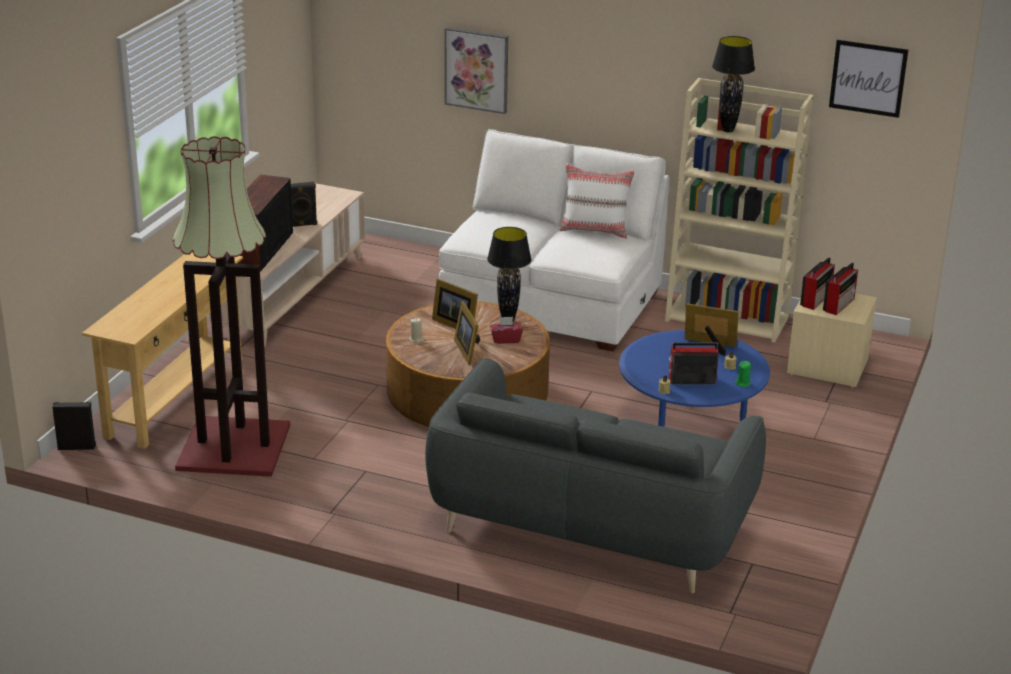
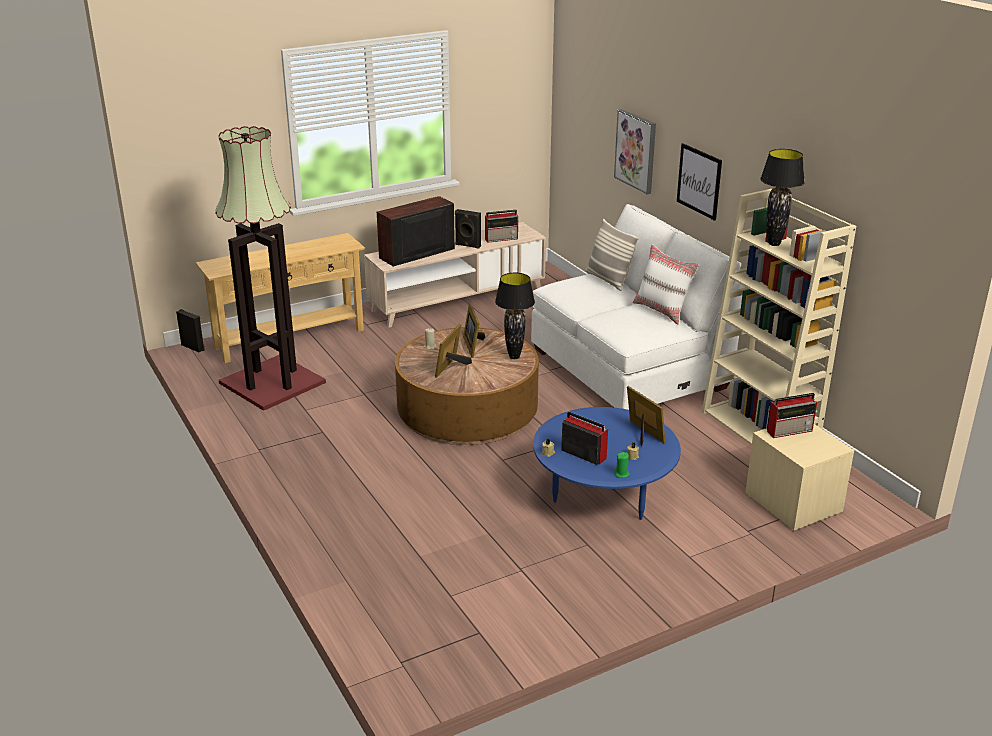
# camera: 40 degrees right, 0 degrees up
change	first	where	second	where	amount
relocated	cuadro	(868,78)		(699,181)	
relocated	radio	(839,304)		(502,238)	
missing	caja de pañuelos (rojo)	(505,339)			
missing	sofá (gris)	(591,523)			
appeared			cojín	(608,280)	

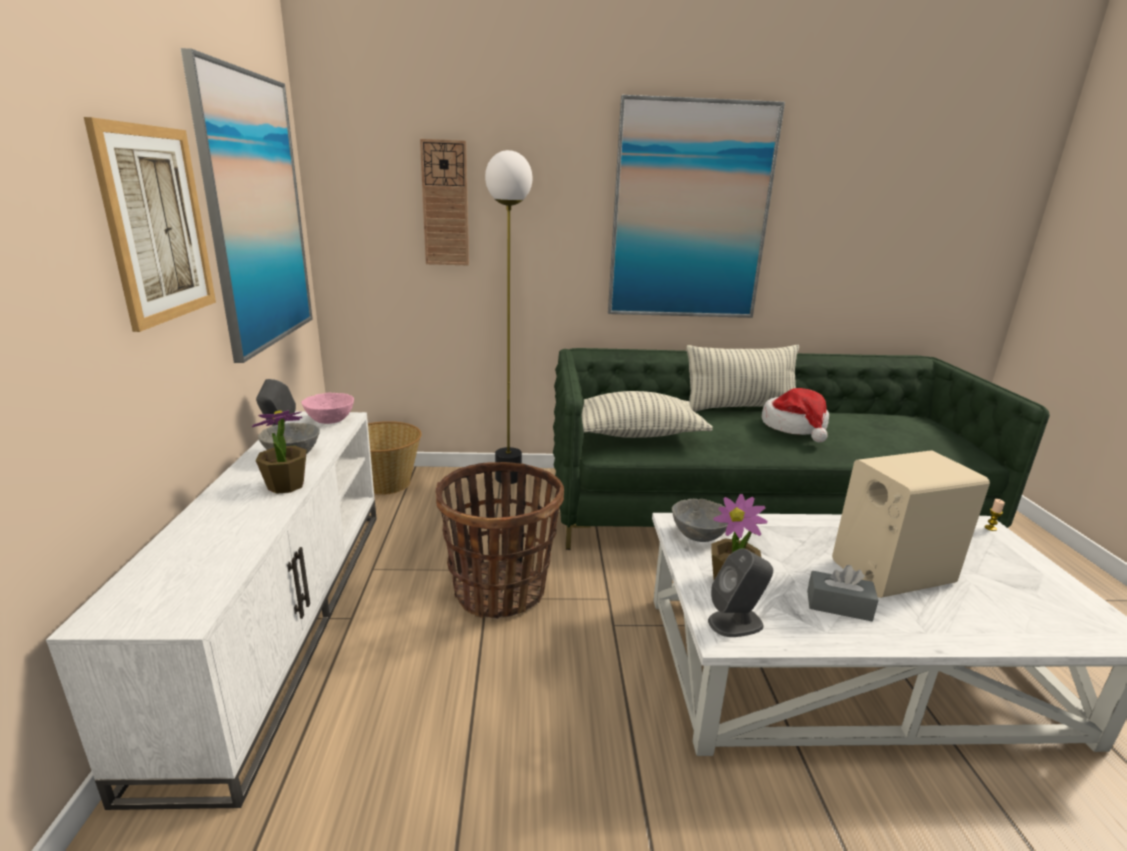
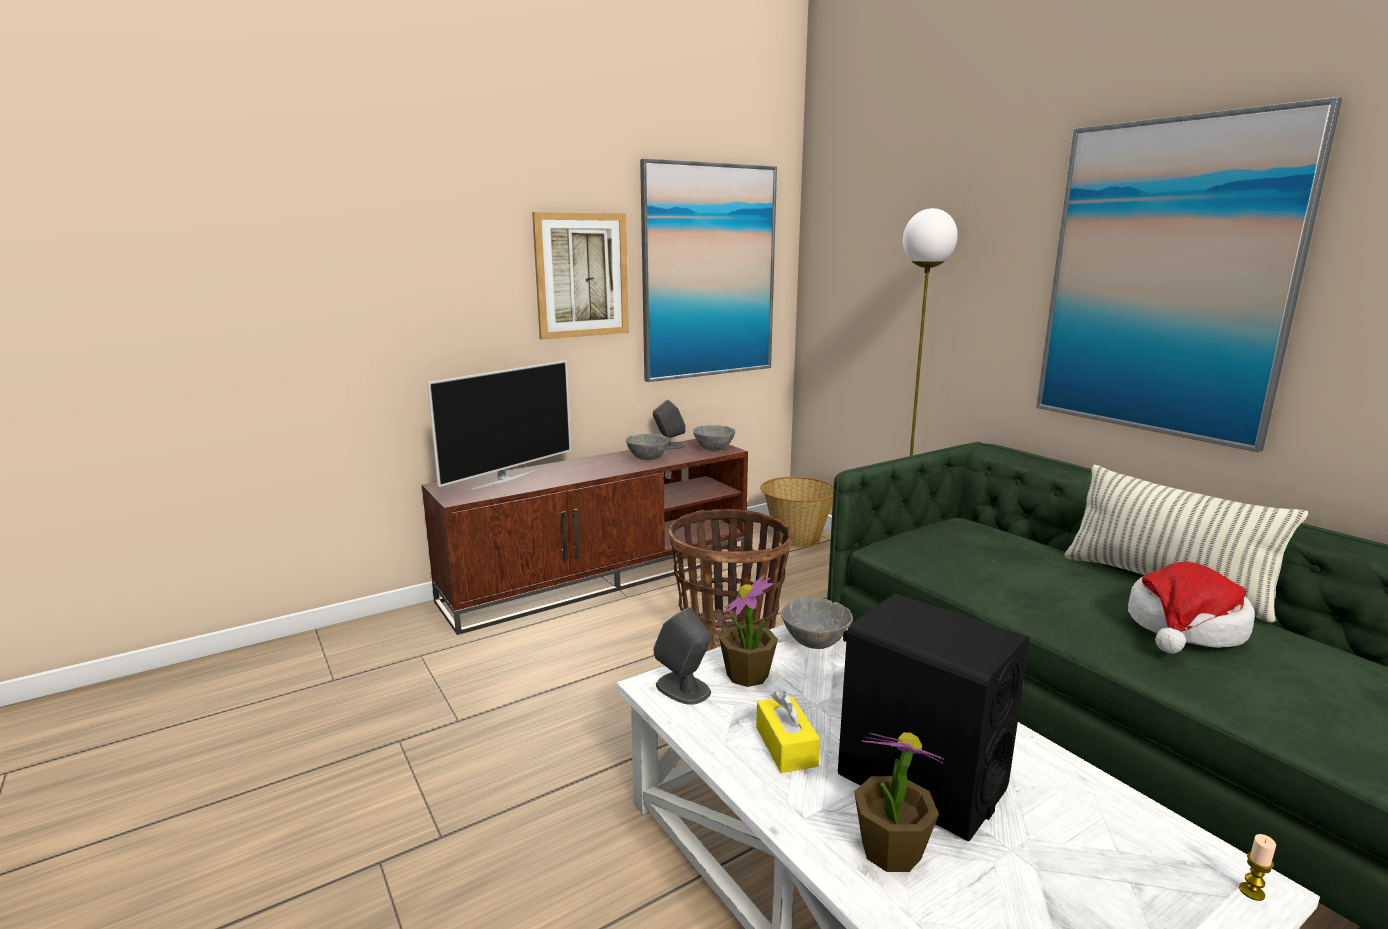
# camera: 60 degrees right, 5 degrees down
change	first	where	second	where	amount
missing	reloj de pared	(445,204)			
missing	cojín	(635,434)			
colour	cuenco (rosa)	(330,420)	cuenco (gris)	(714,448)	
relocated	planta en maceta	(285,485)		(890,850)	
colour	mueble de televisión (blanco)	(280,619)	mueble de televisión (marrón)	(601,576)	
colour	altavoz (beis)	(891,572)	altavoz (negro)	(920,782)	
colour	caja de pañuelos (gris)	(838,605)	caja de pañuelos (amarillo)	(786,746)	
appeared			televisor	(506,479)	

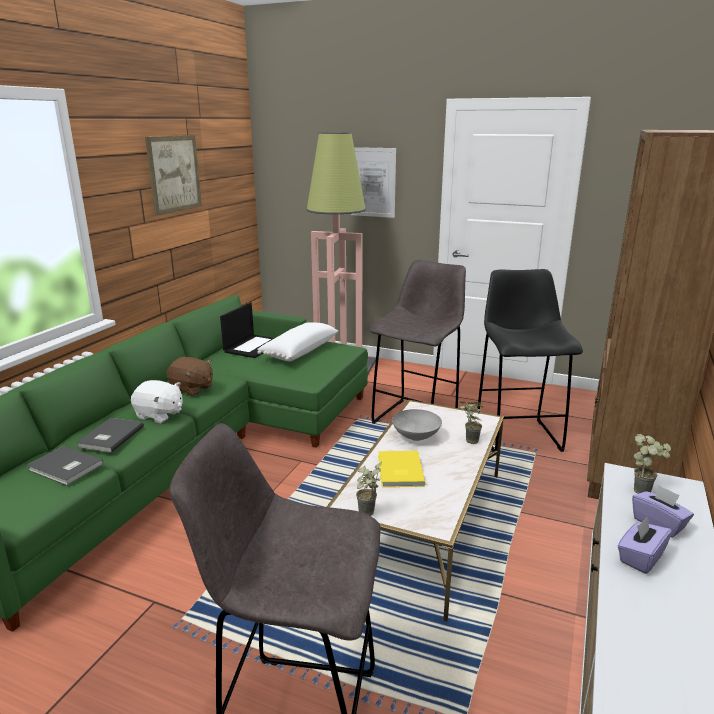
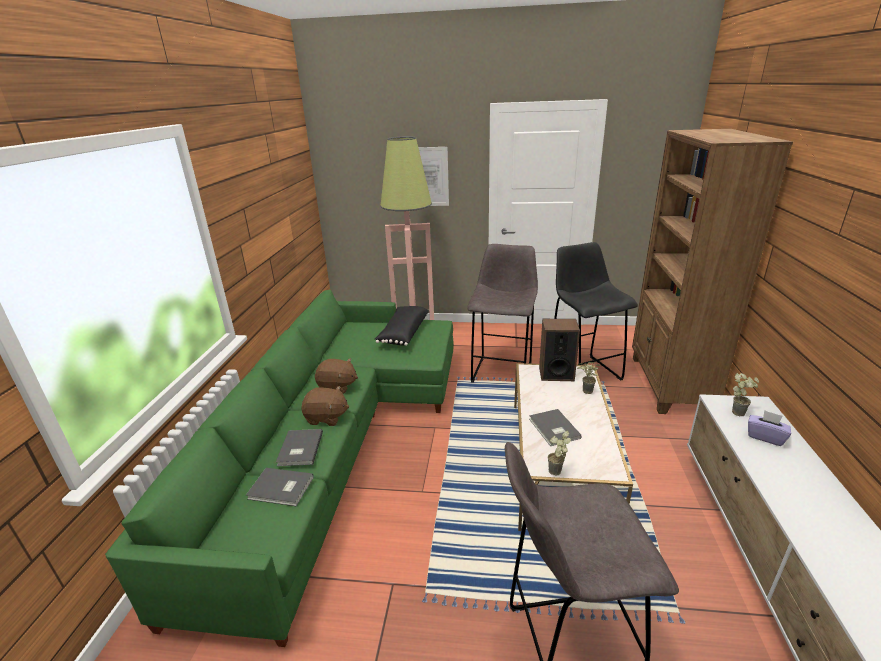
# camera: 15 degrees left, 5 degrees up
change	first	where	second	where	amount
missing	cuadro	(174,174)			
missing	portátil	(253,346)			
colour	cojín (blanco)	(299,351)	cojín (negro)	(403,333)	
colour	peluche (blanco)	(159,415)	peluche (marrón)	(326,418)	
missing	cuenco (gris)	(415,436)			
colour	libro (amarillo)	(399,471)	libro (gris)	(553,429)	
missing	caja de pañuelos (morado)	(640,557)			
appeared			altavoz	(556,374)	

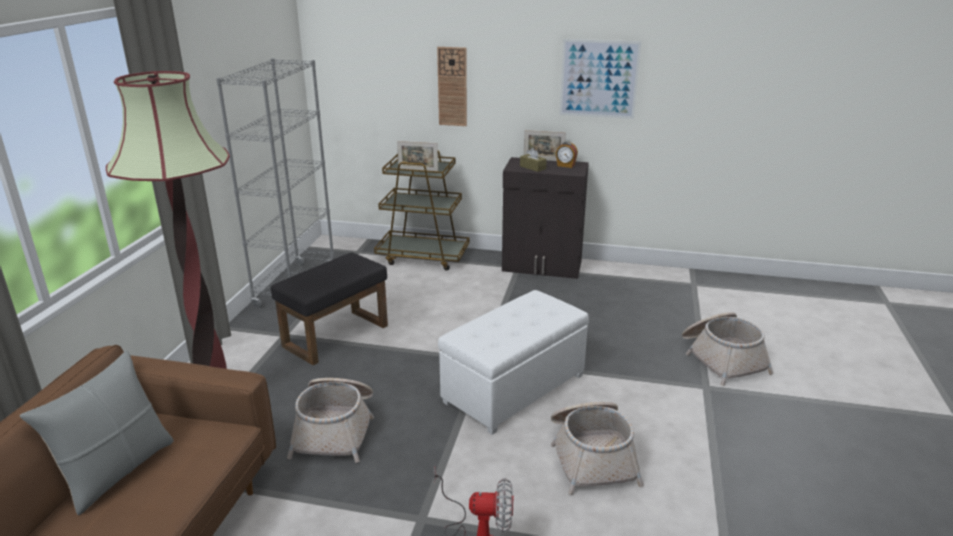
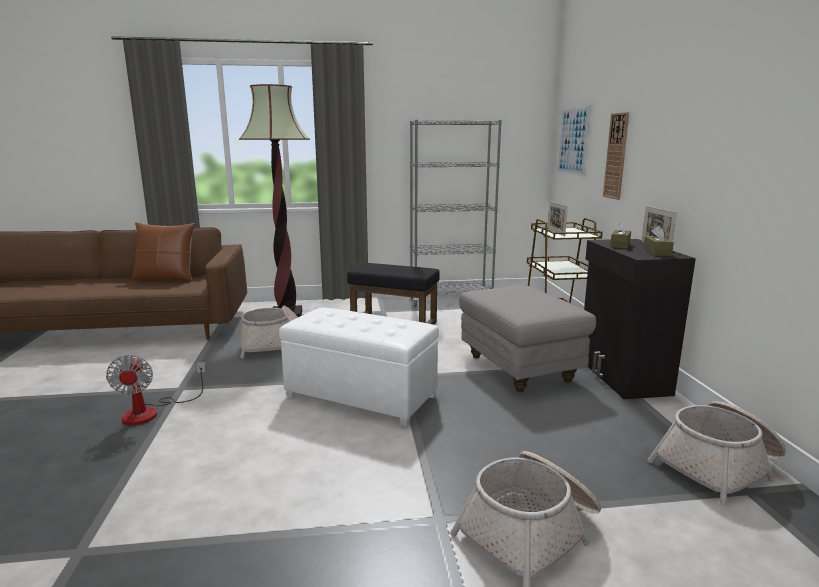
# camera: 70 degrees right, 10 degrees down
change	first	where	second	where	amount
relocated	cuadro	(599,79)		(573,141)	
exchanged	despertador	(565,165)	caja de pañuelos (marrón)	(657,252)	
colour	cojín (gris)	(117,471)	cojín (marrón)	(166,279)	
relocated	cesta	(591,456)		(718,467)	
appeared			puf (gris)	(520,369)	

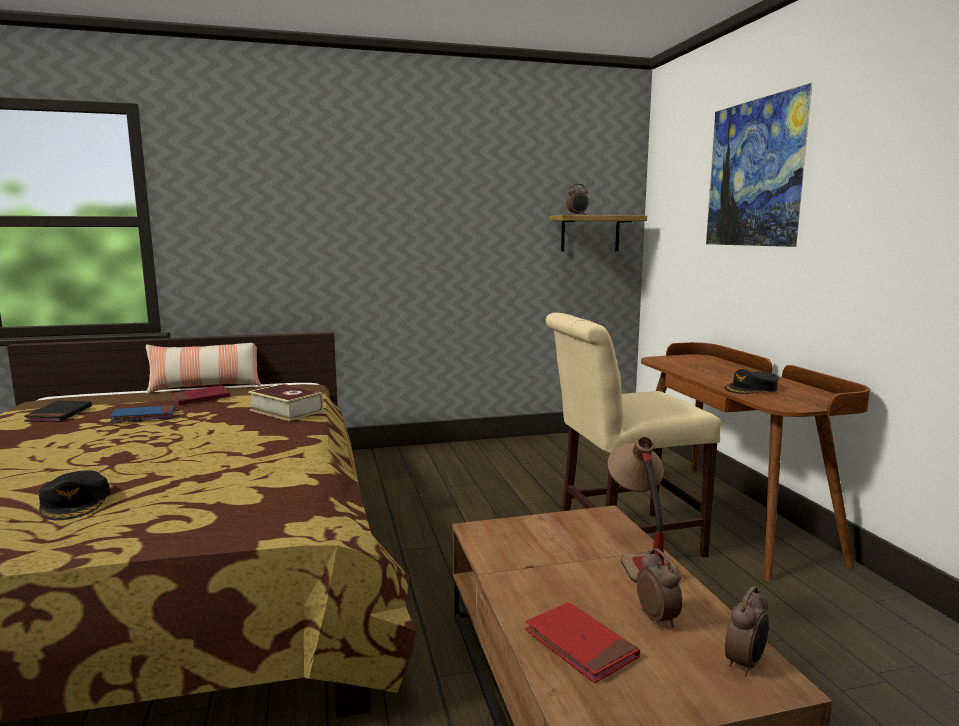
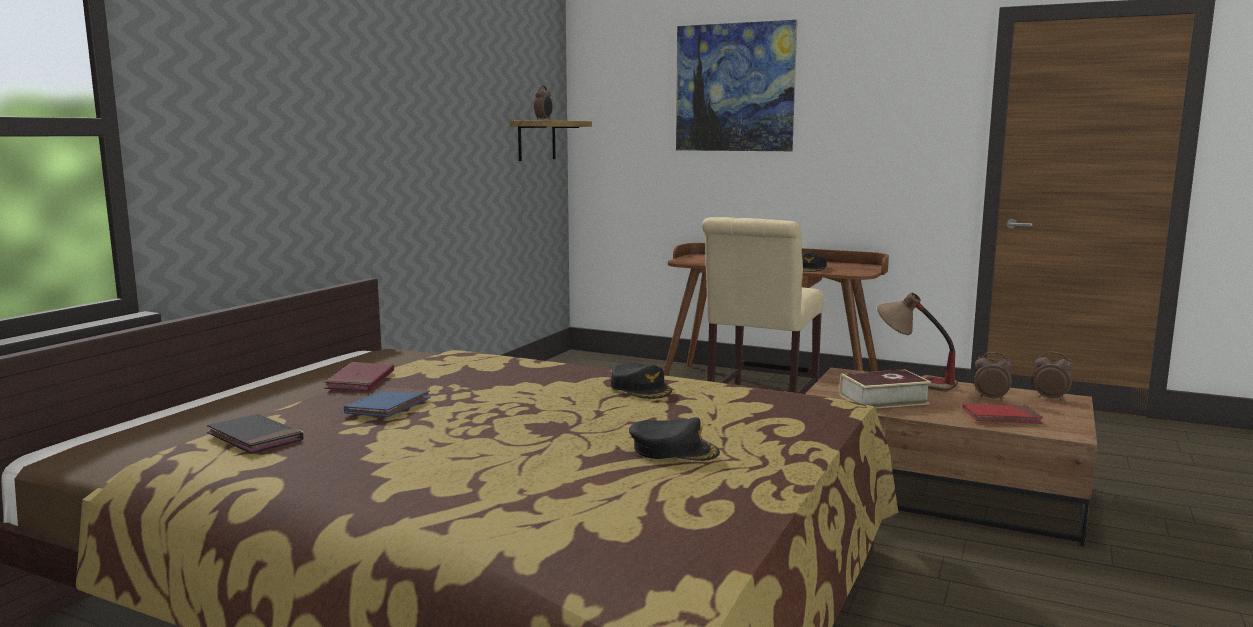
# camera: 50 degrees left, 0 degrees up
change	first	where	second	where	amount
missing	cojín	(205,387)			
relocated	libro	(286,410)		(883,399)	
spun	despertador	(745,664)		(1050,398)	45 degrees counterclockwise
appeared			gorra (negro)	(641,388)	

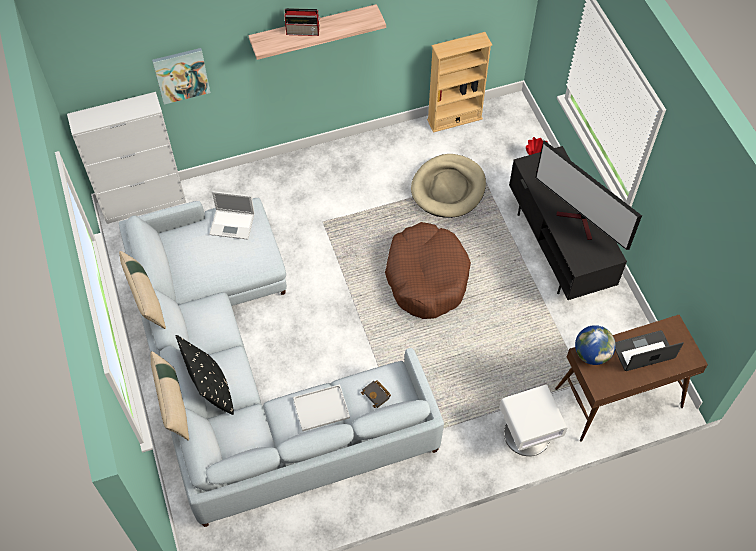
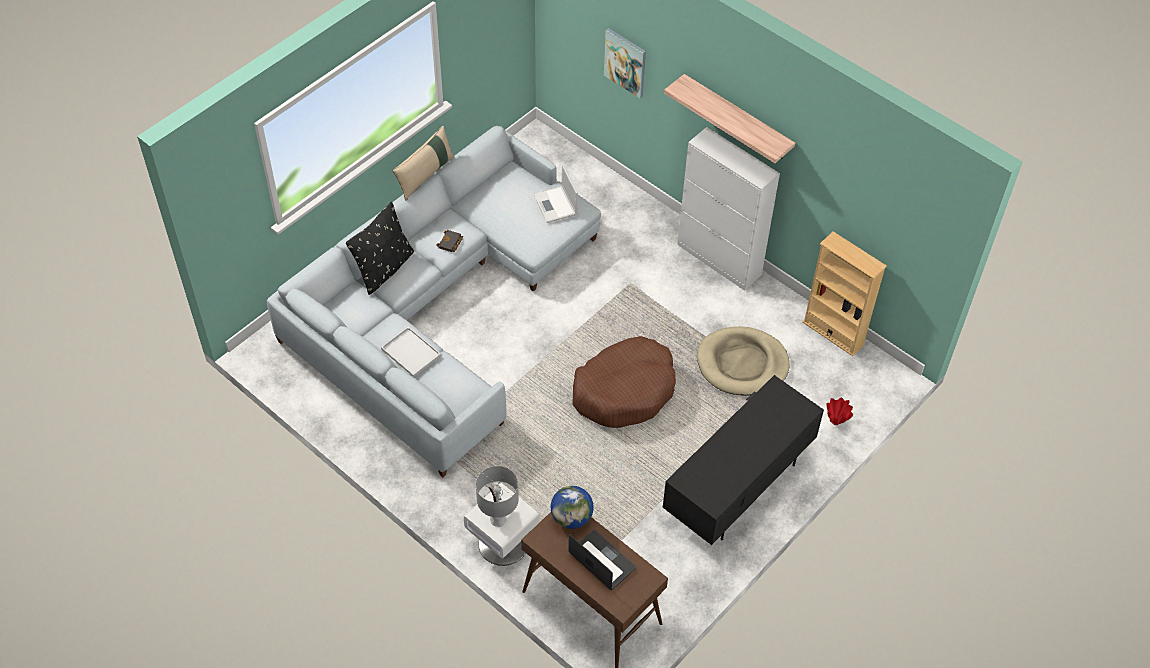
# camera: 60 degrees right, 5 degrees down
change	first	where	second	where	amount
missing	radio	(303,31)			
relocated	armario (blanco)	(144,203)		(719,260)	
missing	televisor	(579,222)			
missing	cojín (beis)	(173,404)			
relocated	libro (negro)	(377,395)		(450,243)	
appeared			lámpara de mesa (gris)	(498,519)	

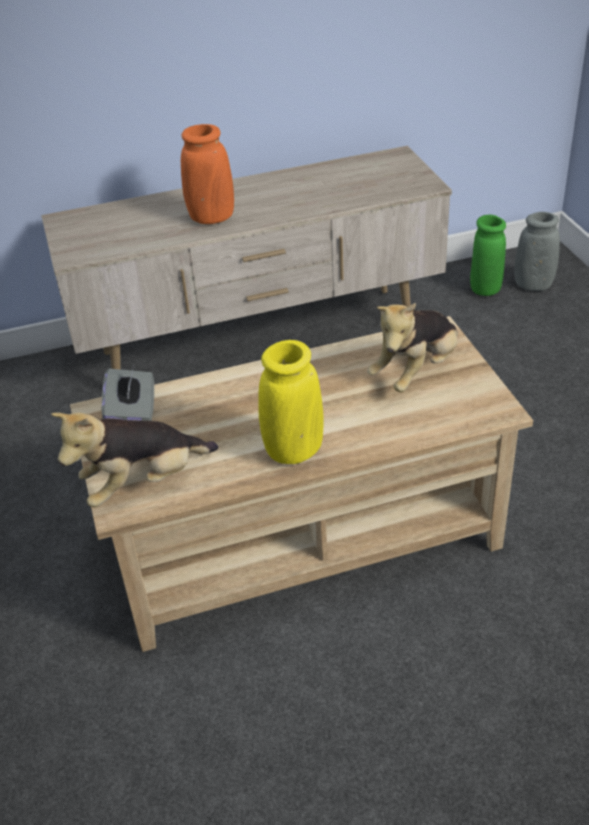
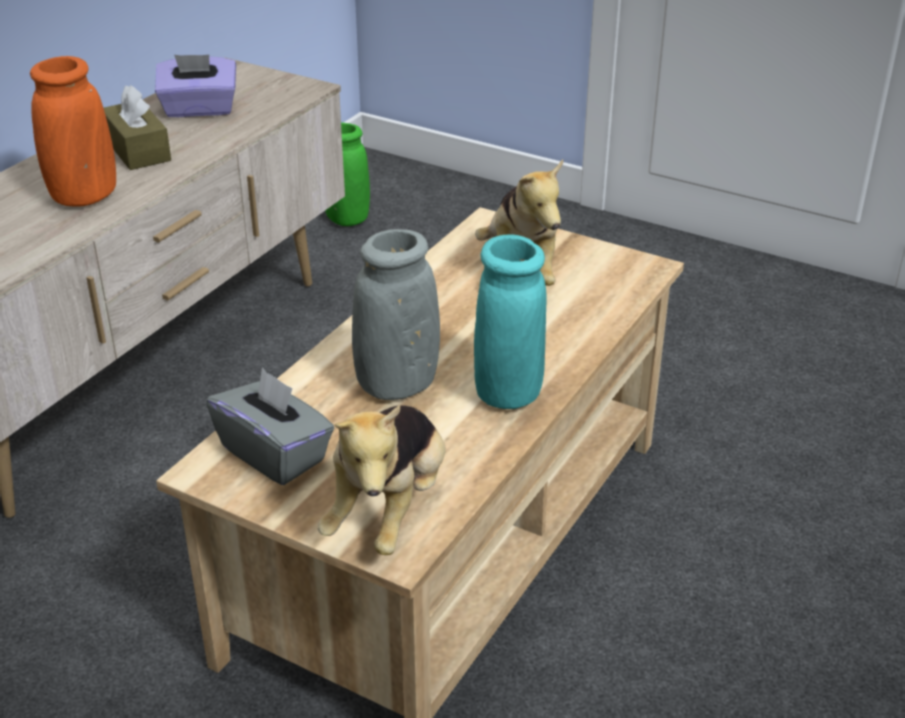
# camera: 45 degrees left, 5 degrees down
change	first	where	second	where	amount
relocated	florero (gris)	(533,285)		(397,385)	
colour	florero (amarillo)	(294,451)	florero (turquesa)	(508,392)	
appeared			caja de pañuelos (morado)	(199,110)	
appeared			caja de pañuelos (marrón)	(138,150)	

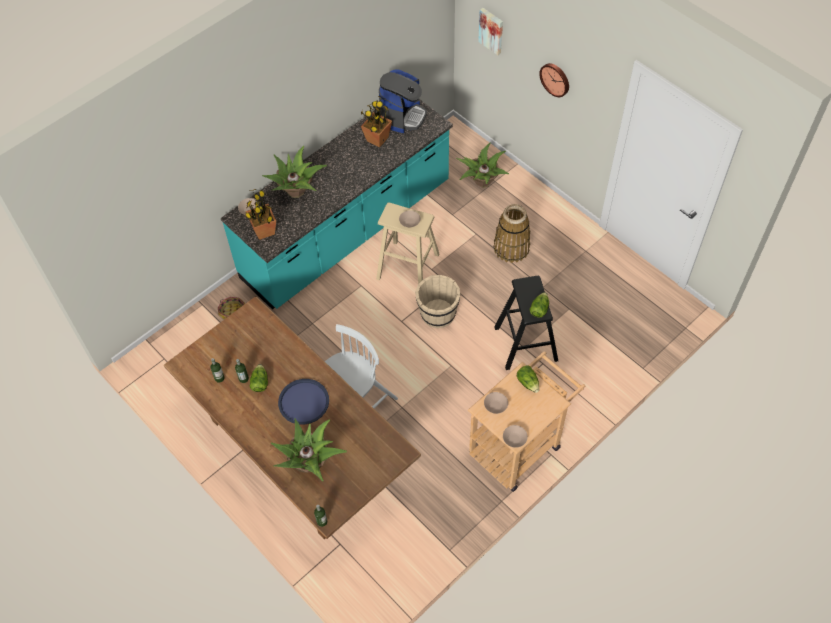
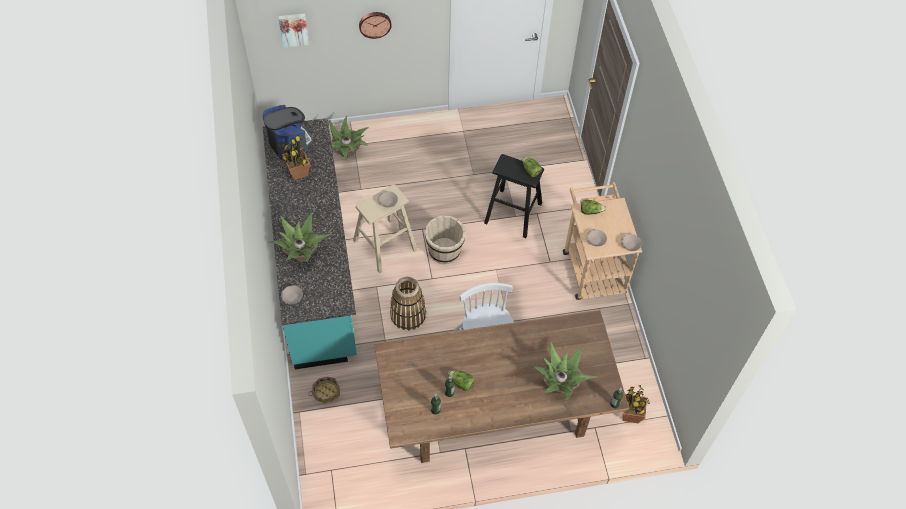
# camera: 60 degrees left, 0 degrees up
change	first	where	second	where	amount
relocated	planta en maceta	(264,231)		(631,415)	
relocated	cesta	(511,248)		(408,315)	
missing	bandeja (azul)	(303,402)			

